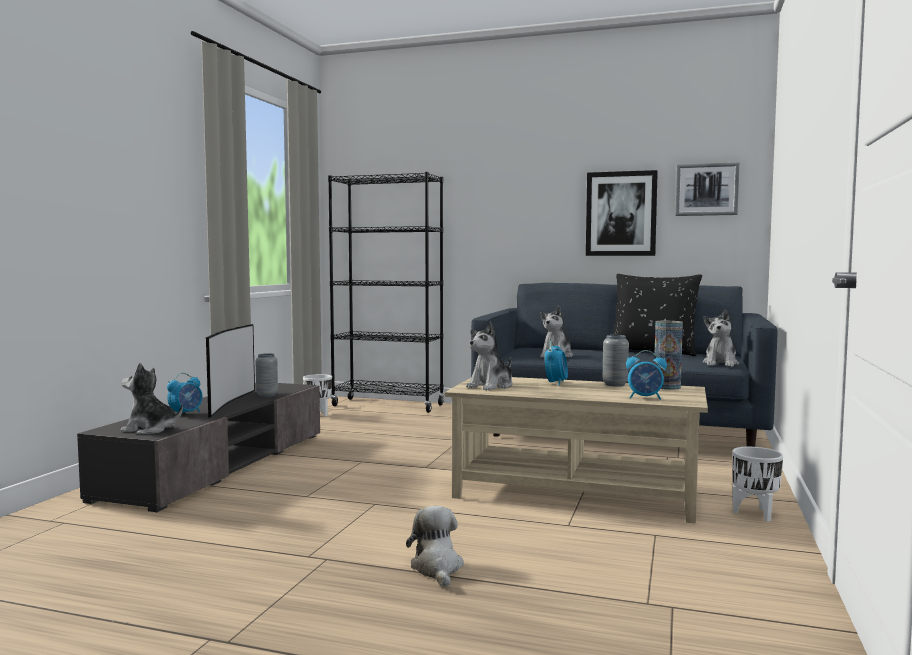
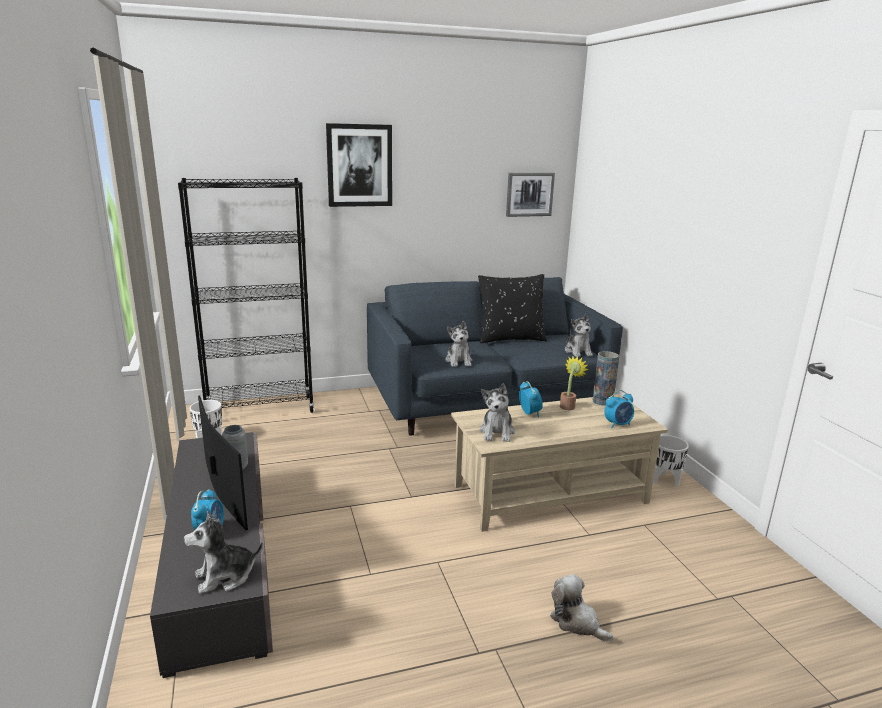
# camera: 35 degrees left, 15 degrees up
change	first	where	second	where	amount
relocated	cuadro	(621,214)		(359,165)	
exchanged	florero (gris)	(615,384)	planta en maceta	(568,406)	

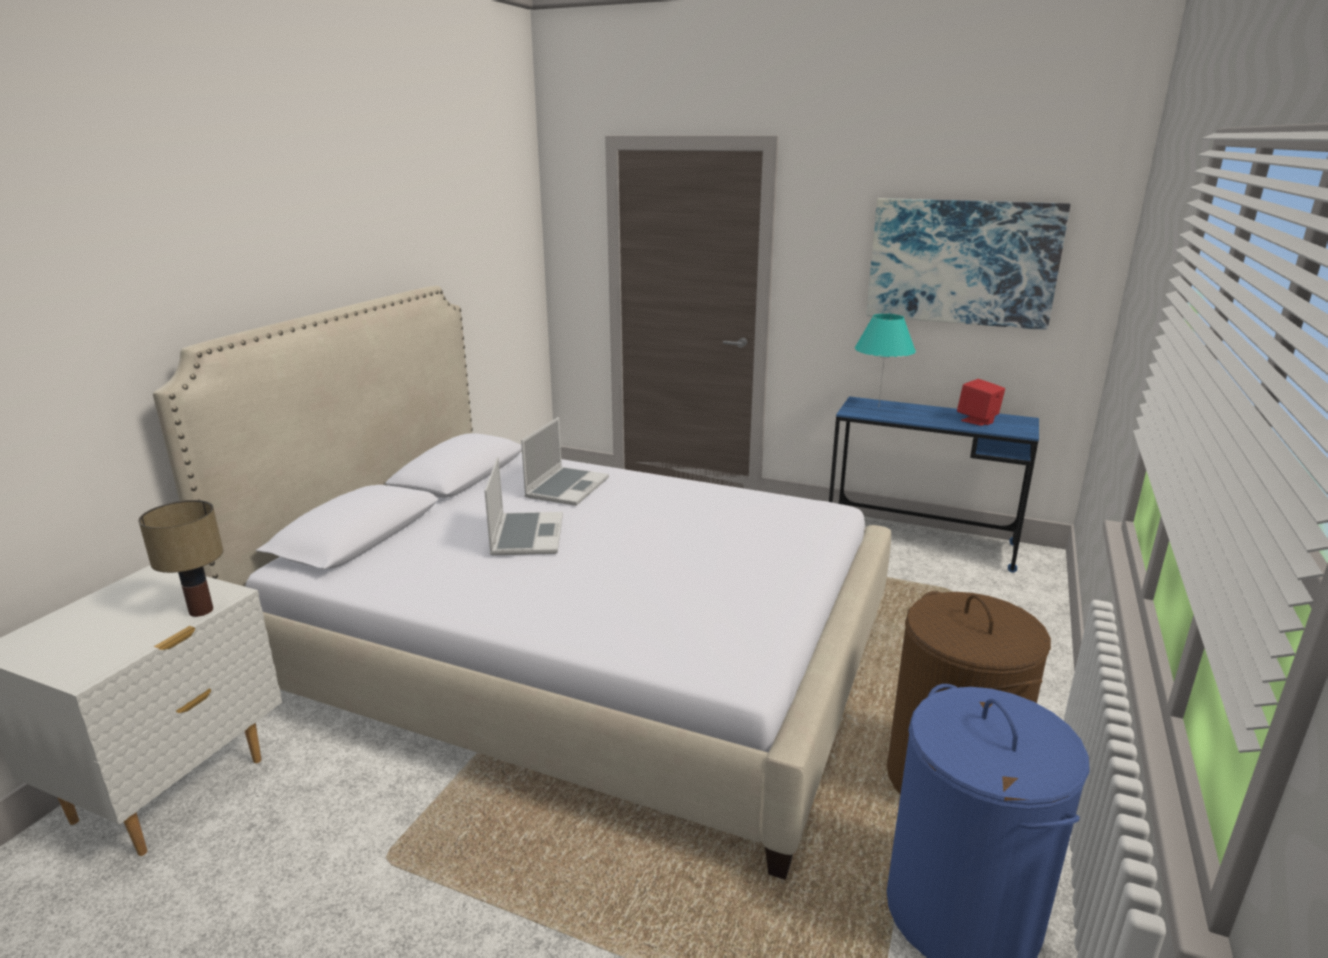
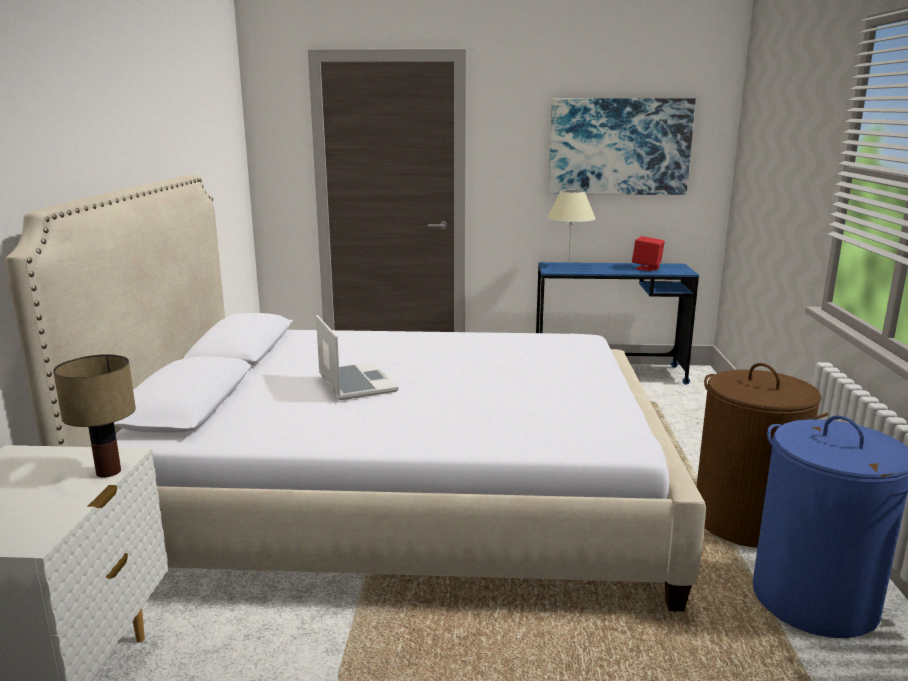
# camera: 20 degrees left, 5 degrees down
change	first	where	second	where	amount
colour	lámpara de mesa (turquesa)	(878,408)	lámpara de mesa (beis)	(568,267)	
missing	portátil	(566,487)			

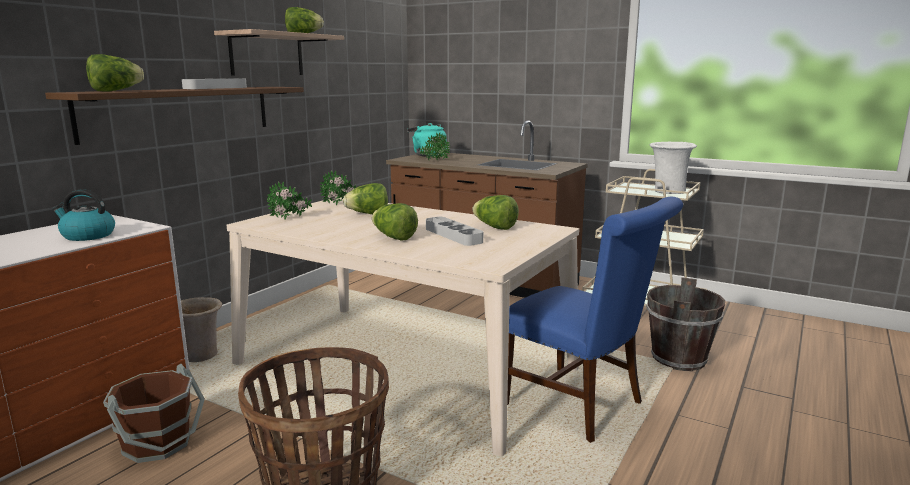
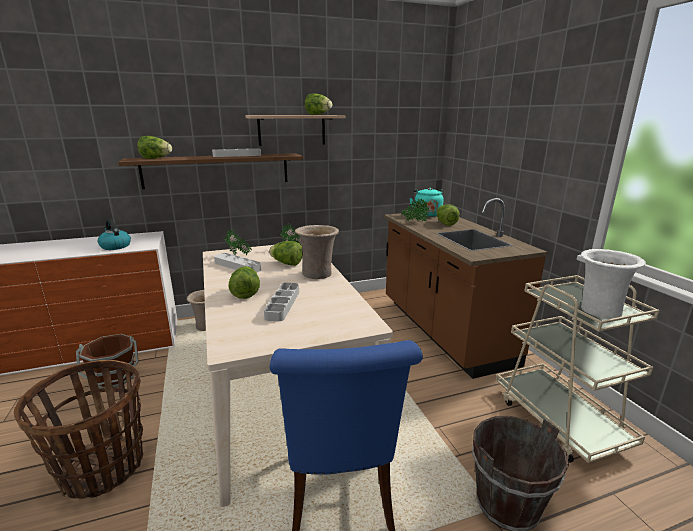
# camera: 40 degrees right, 5 degrees up
change	first	where	second	where	amount
relocated	lechuga	(495,227)		(445,223)	
appeared			florero (beis)	(317,274)	
appeared			bandeja (gris)	(237,266)	

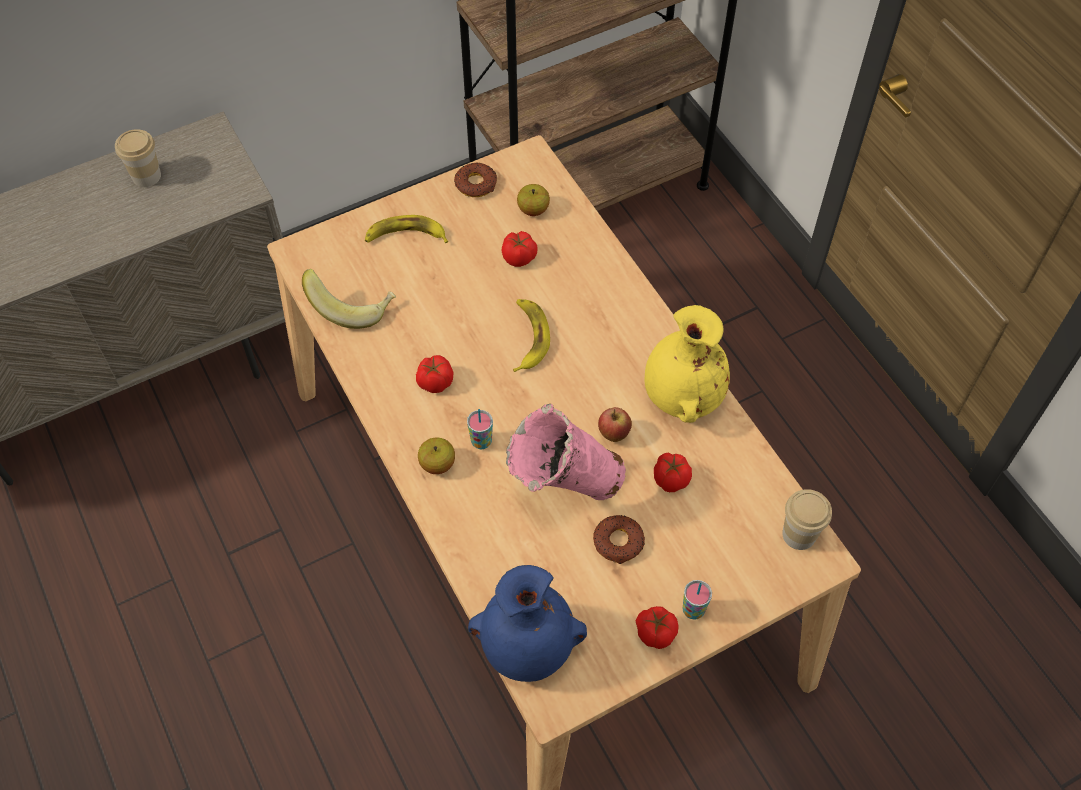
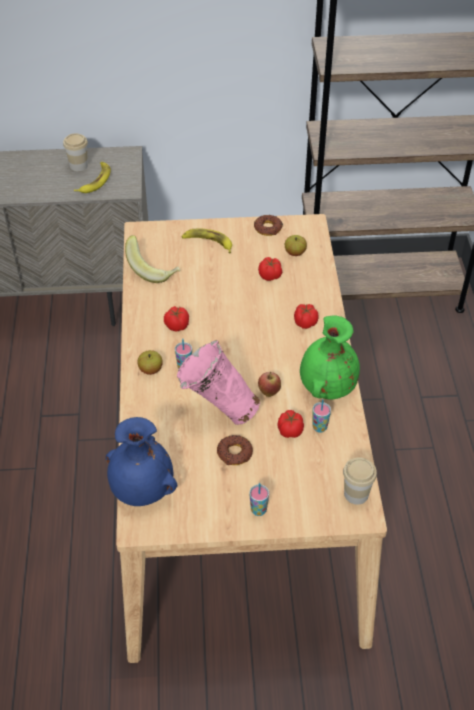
# camera: 25 degrees right, 10 degrees down
change	first	where	second	where	amount
relocated	plátano	(528,337)		(95,181)	
colour	florero (amarillo)	(681,395)	florero (verde)	(326,386)	
relocated	tomate	(654,633)		(305,322)	
appeared			taza	(319,427)	

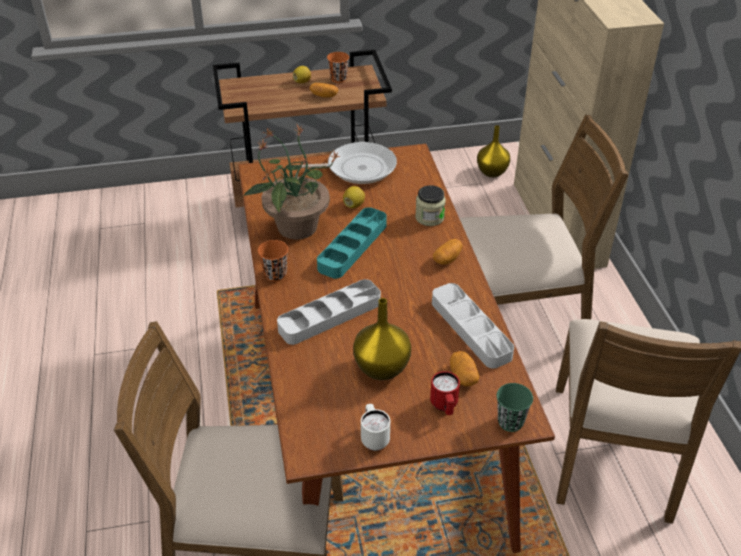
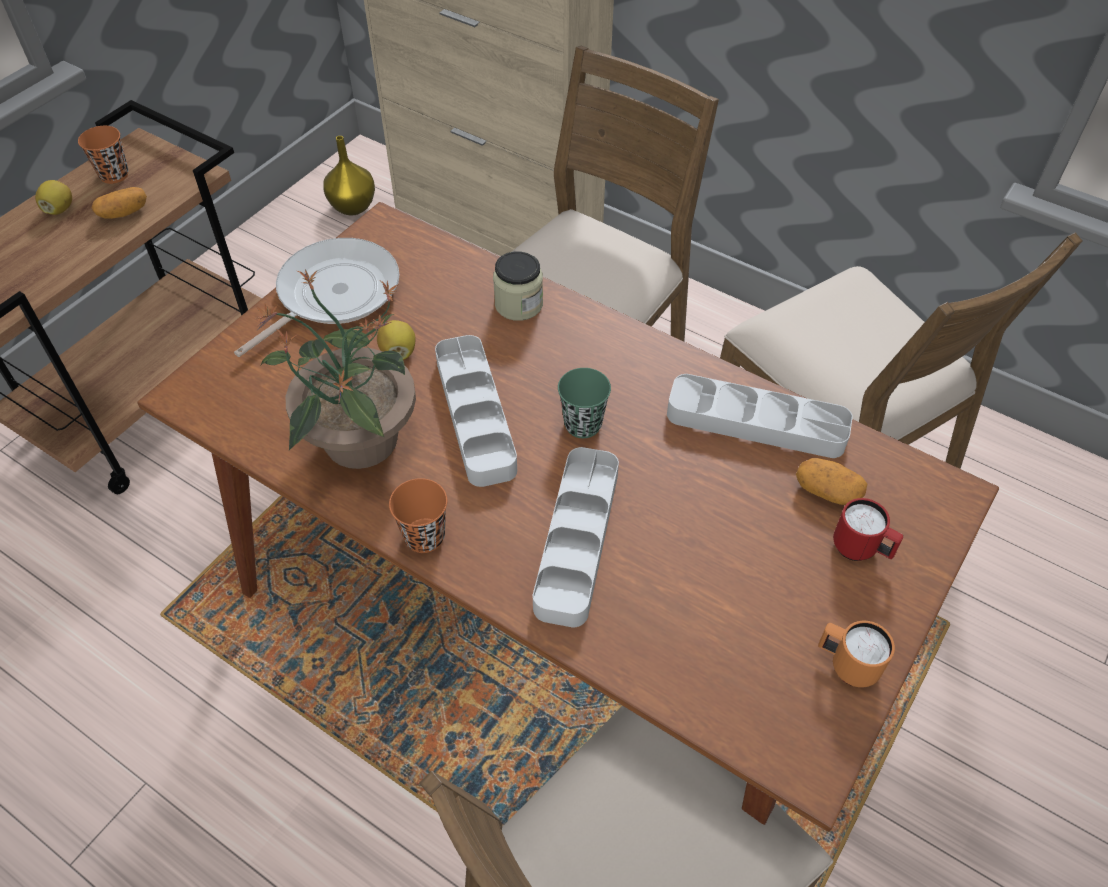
# camera: 45 degrees left, 10 degrees up
change	first	where	second	where	amount
colour	bandeja (turquesa)	(352,246)	bandeja (gris)	(475,415)	
missing	patata	(447,259)			
missing	florero (amarillo)	(383,368)			
relocated	taza (verde)	(510,422)		(583,424)	
colour	taza grande (blanco)	(374,438)	taza grande (naranja)	(846,665)	

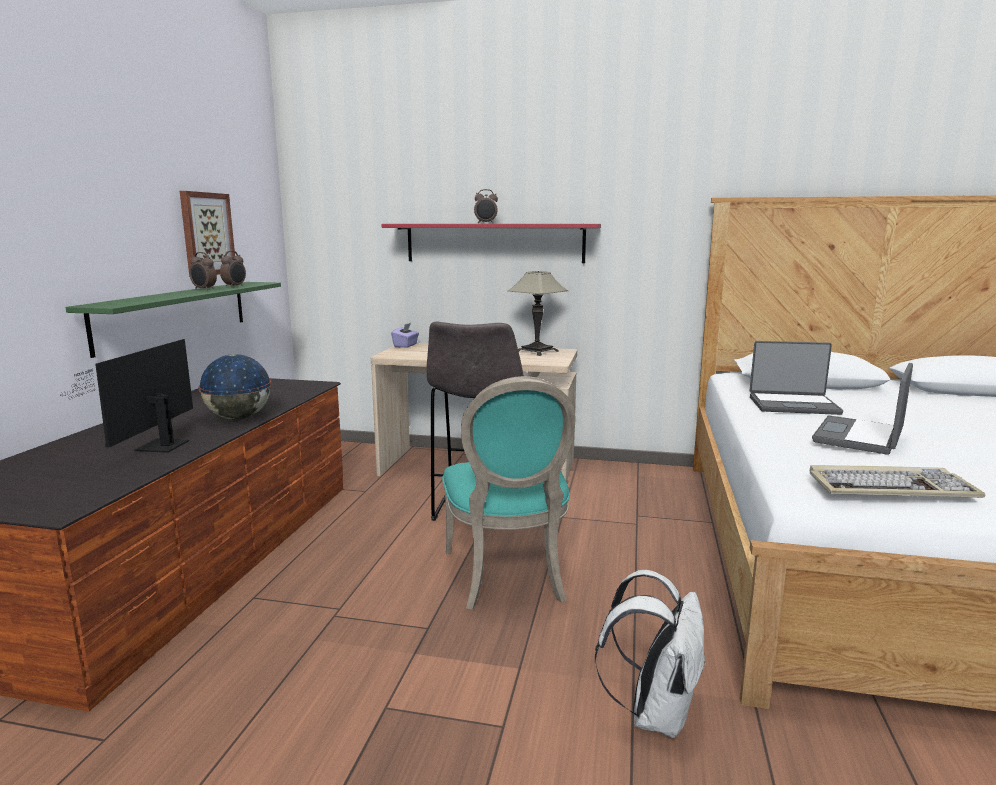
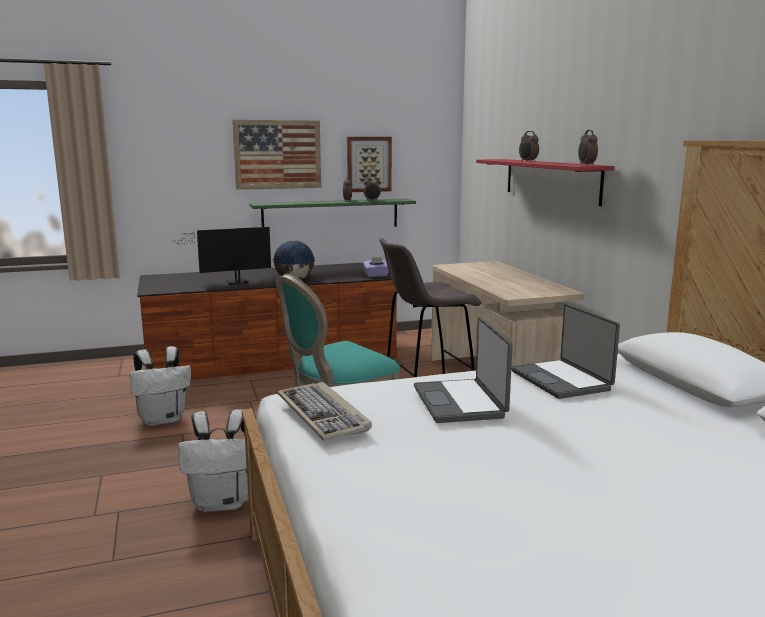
# camera: 60 degrees right, 0 degrees up
change	first	where	second	where	amount
missing	lámpara de mesa	(537,351)			
relocated	caja de pañuelos (morado)	(406,345)		(376,275)	
spun	portátil	(860,437)		(461,402)	105 degrees counterclockwise
appeared			cuadro	(277,154)	
appeared			despertador	(586,165)	
appeared			mochila (blanco)	(163,419)	

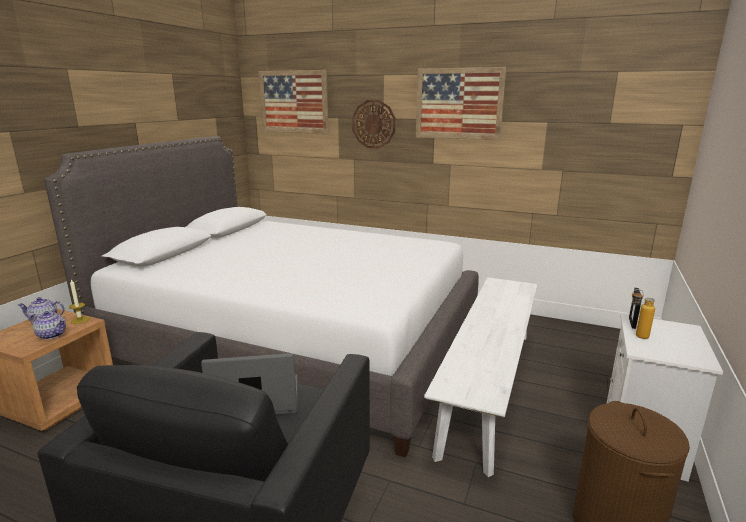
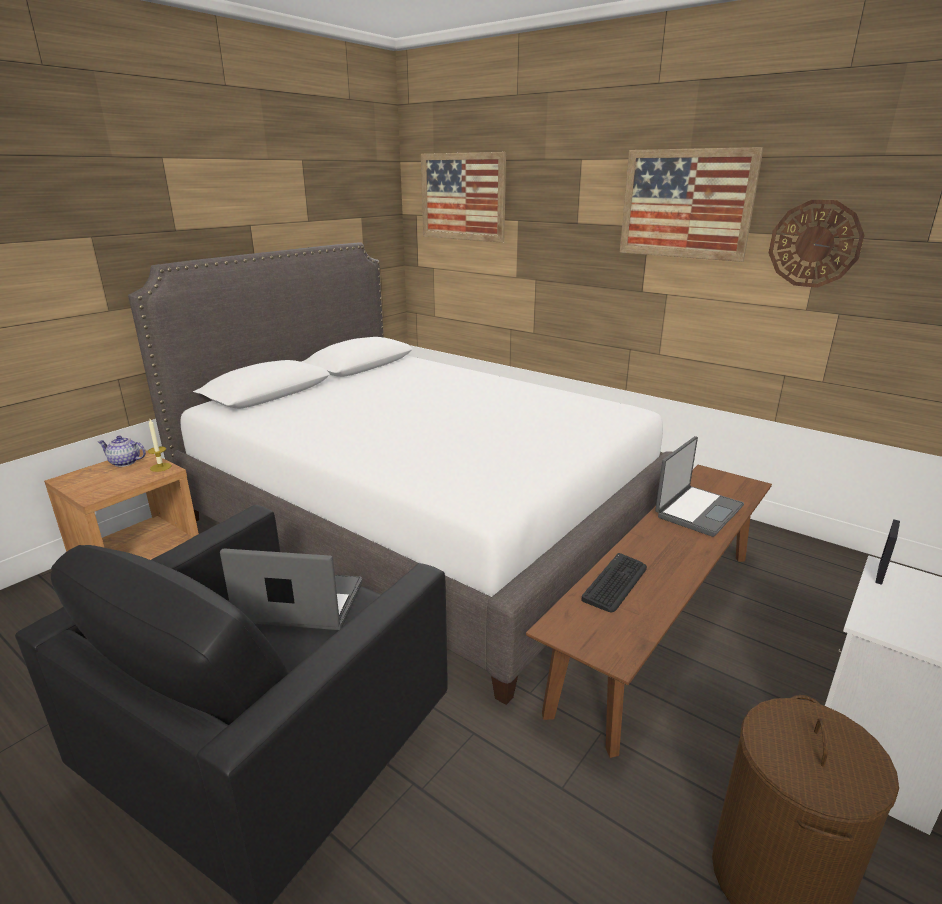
# camera: 15 degrees right, 5 degrees up
change	first	where	second	where	amount
relocated	reloj de pared	(373,124)		(814,244)	
colour	banco (blanco)	(488,387)	banco (marrón)	(659,624)	
missing	botella	(636,335)			
missing	tetera	(51,335)			
appeared			portátil	(697,511)	
appeared			teclado	(615,583)	

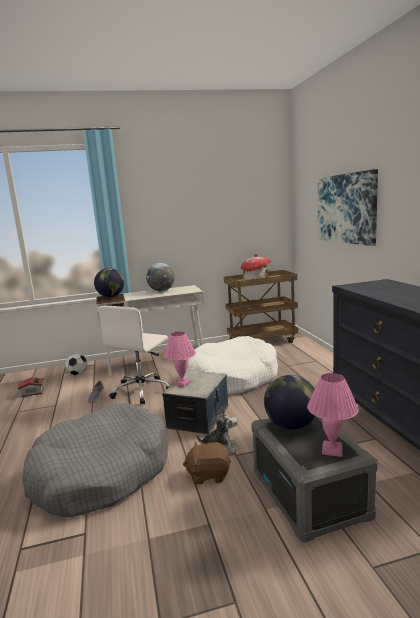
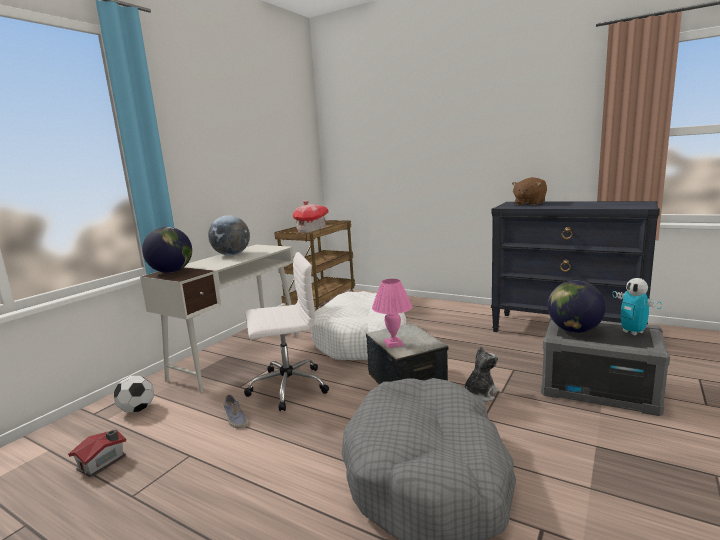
# camera: 45 degrees left, 0 degrees up
change	first	where	second	where	amount
missing	cuadro	(346,208)			
spun	silla de oficina (blanco)	(142,390)		(286,387)	90 degrees counterclockwise
exchanged	lámpara de mesa (rosa)	(332,450)	robot de juguete	(632,332)	
relocated	peluche (marrón)	(209,474)		(529,203)	

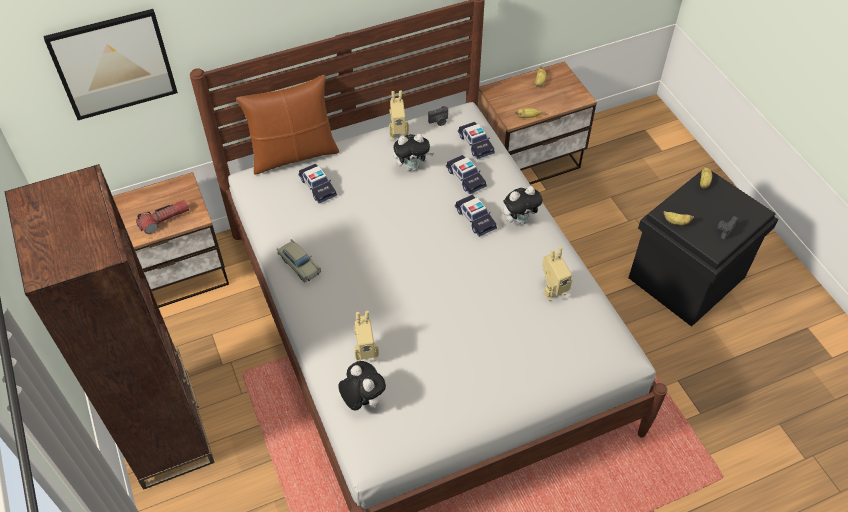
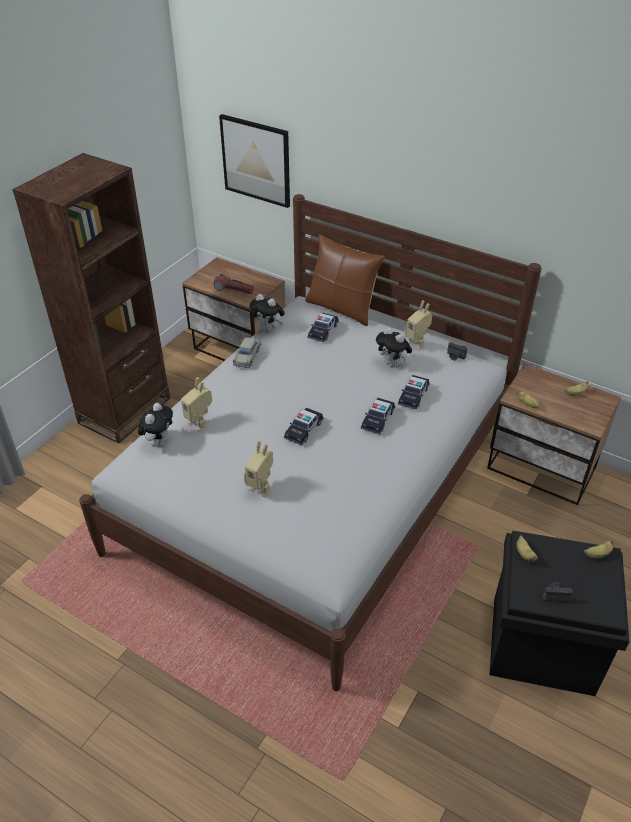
# camera: 55 degrees right, 10 degrees down
change	first	where	second	where	amount
relocated	coche de juguete	(475,144)		(303,430)	
relocated	peluche	(519,220)		(268,329)	
relocated	robot de juguete	(552,290)		(261,487)	

